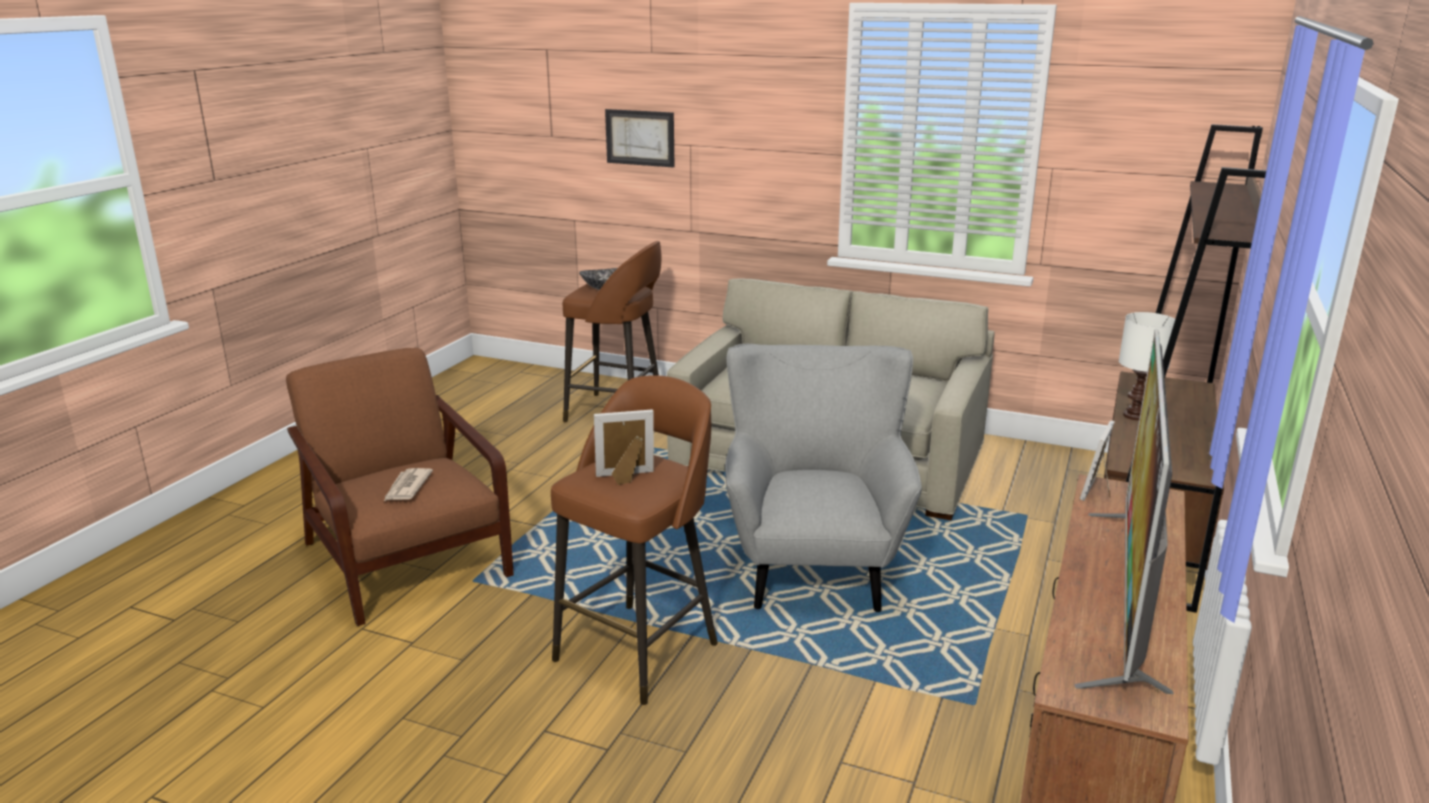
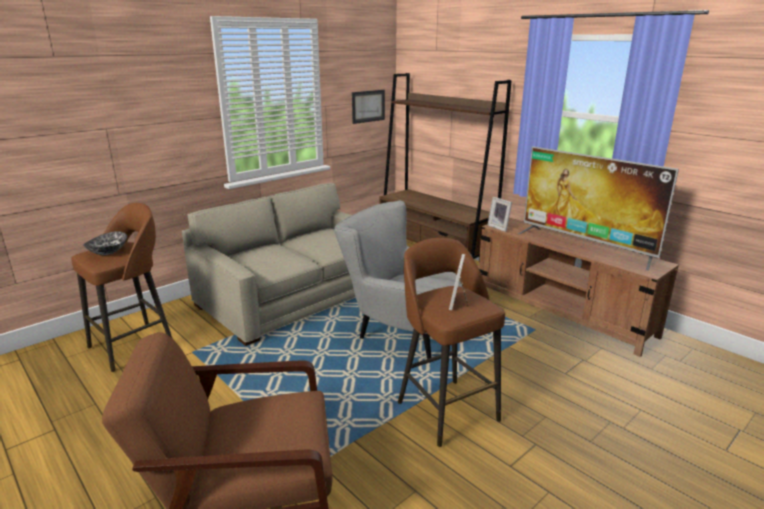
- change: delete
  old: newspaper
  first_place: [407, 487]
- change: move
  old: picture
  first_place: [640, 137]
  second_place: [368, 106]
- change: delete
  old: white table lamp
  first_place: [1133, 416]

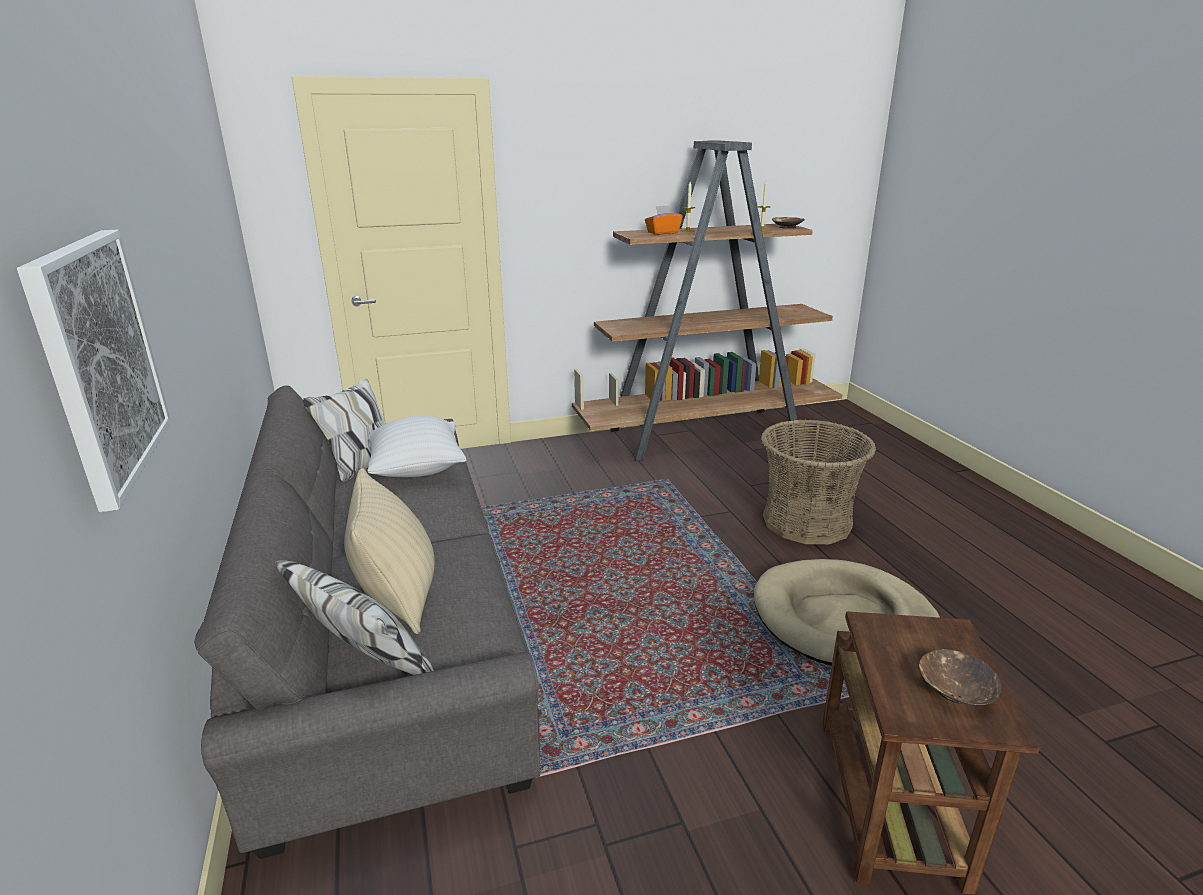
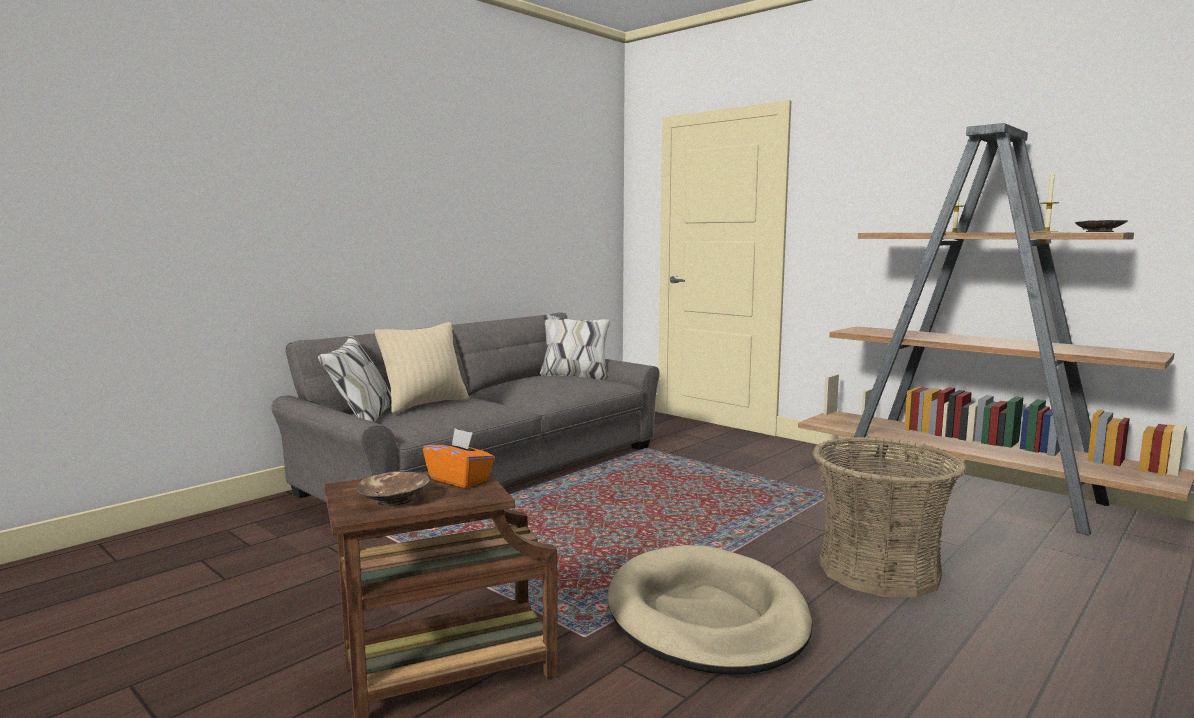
- change: delete
  old: picture
  first_place: [99, 361]
- change: delete
  old: white pillow
  first_place: [417, 470]
- change: move
  old: orange tissue box
  first_place: [662, 232]
  second_place: [460, 479]

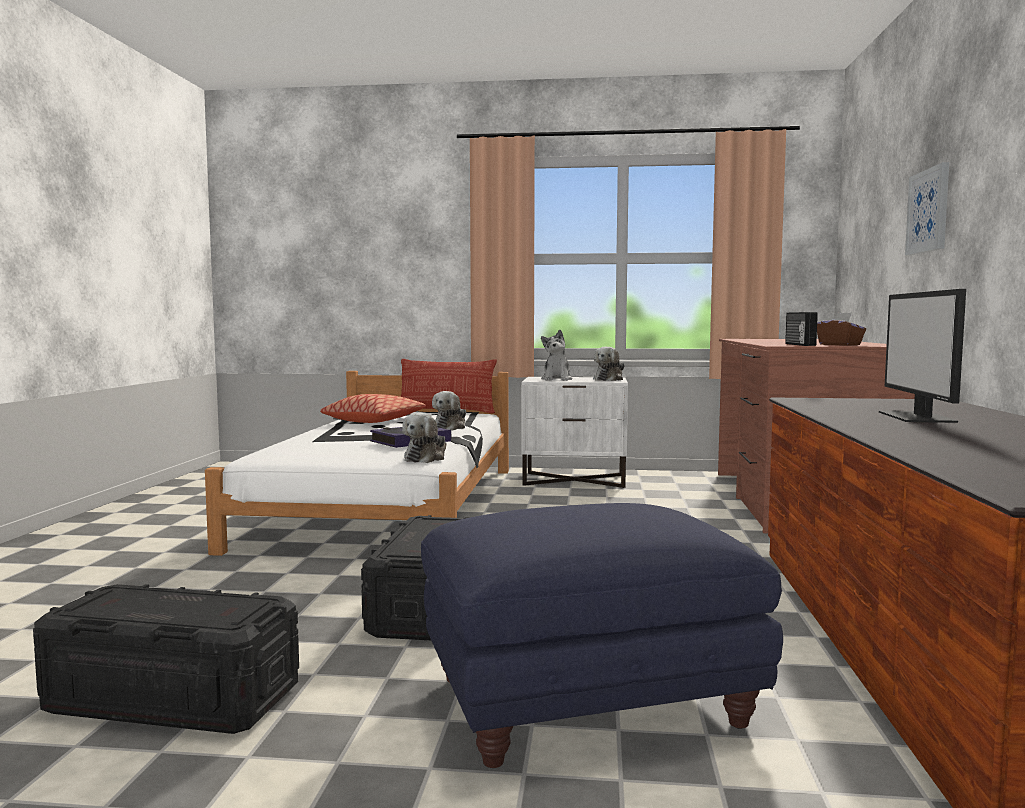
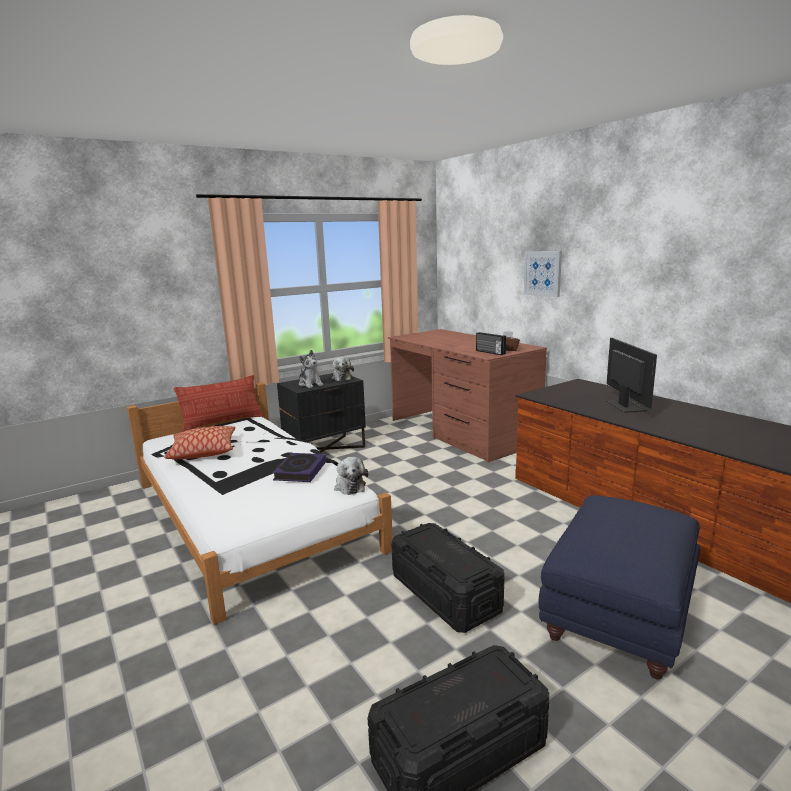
- change: delete
  old: plush toy
  first_place: [450, 427]
- change: recolor
  old: white nightstand
  new: black nightstand
  first_place: [575, 480]
  second_place: [325, 448]
- change: rotate
  old: monitor
  first_place: [918, 417]
  second_place: [624, 405]
  degrees: -150

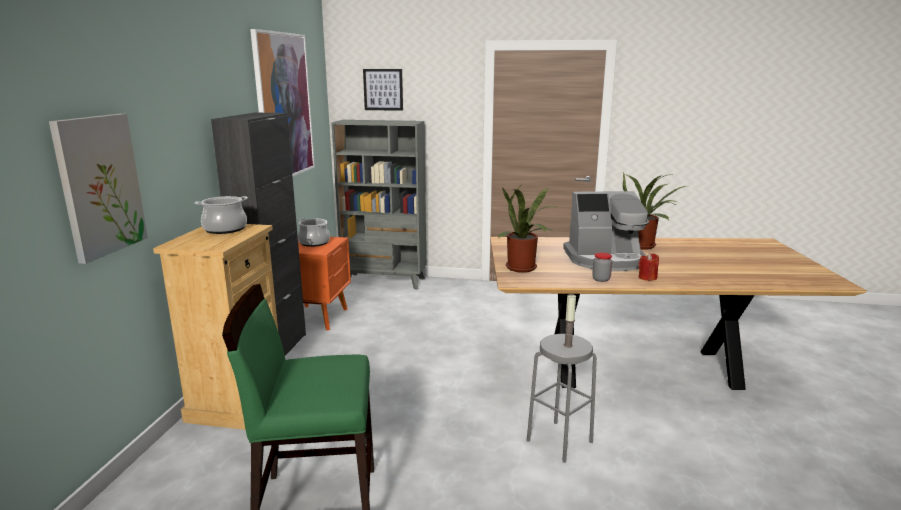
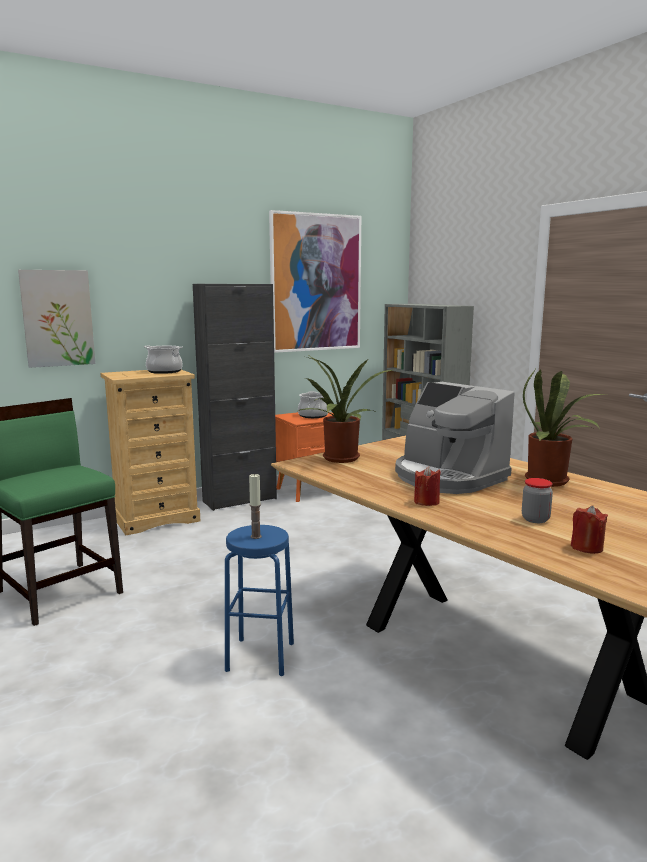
- change: delete
  old: picture
  first_place: [383, 89]
- change: recolor
  old: grey stool
  new: blue stool
  first_place: [559, 441]
  second_place: [260, 656]
- change: move
  old: jar
  first_place: [601, 279]
  second_place: [535, 519]
- change: insert
  new: red candle
  second_place: [586, 547]

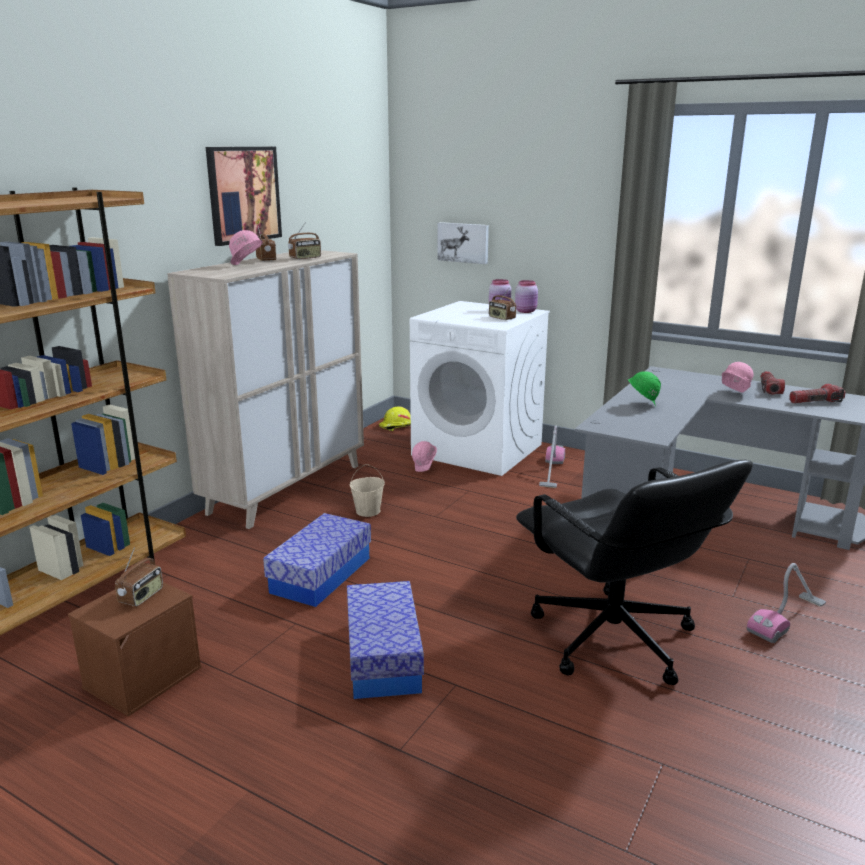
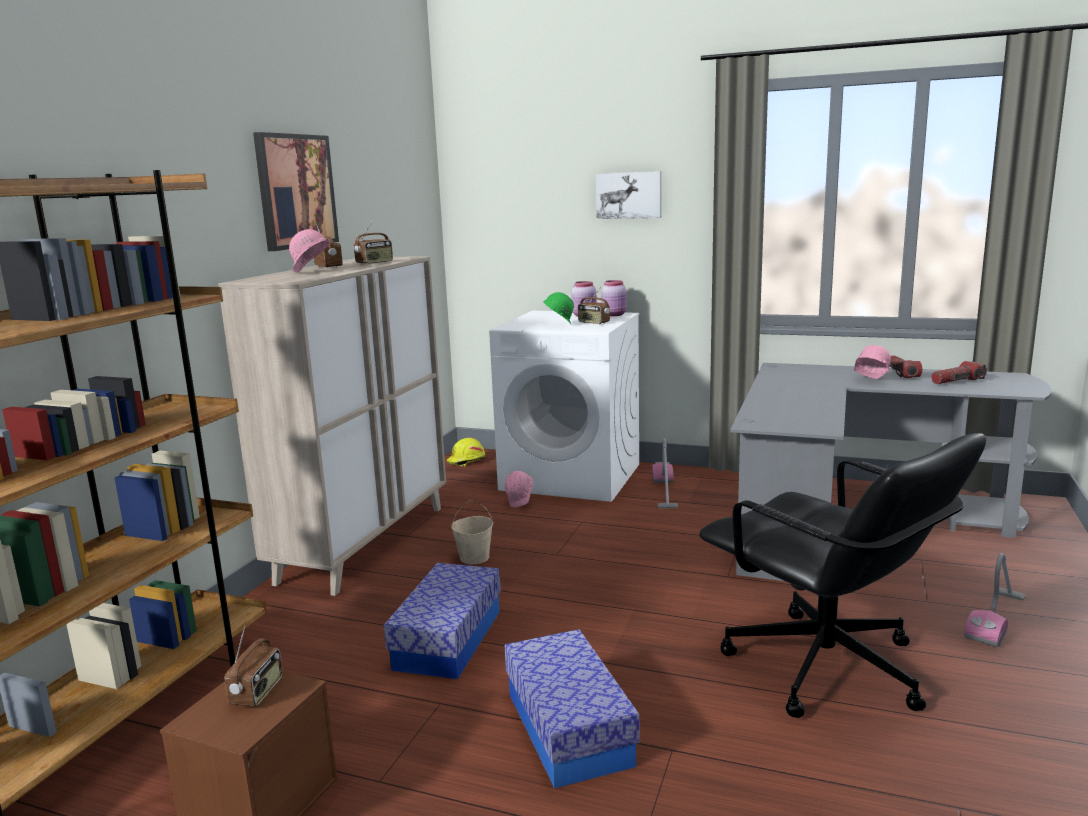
- change: move
  old: picture
  first_place: [463, 242]
  second_place: [629, 195]
- change: move
  old: green hard hat
  first_place: [641, 405]
  second_place: [558, 325]

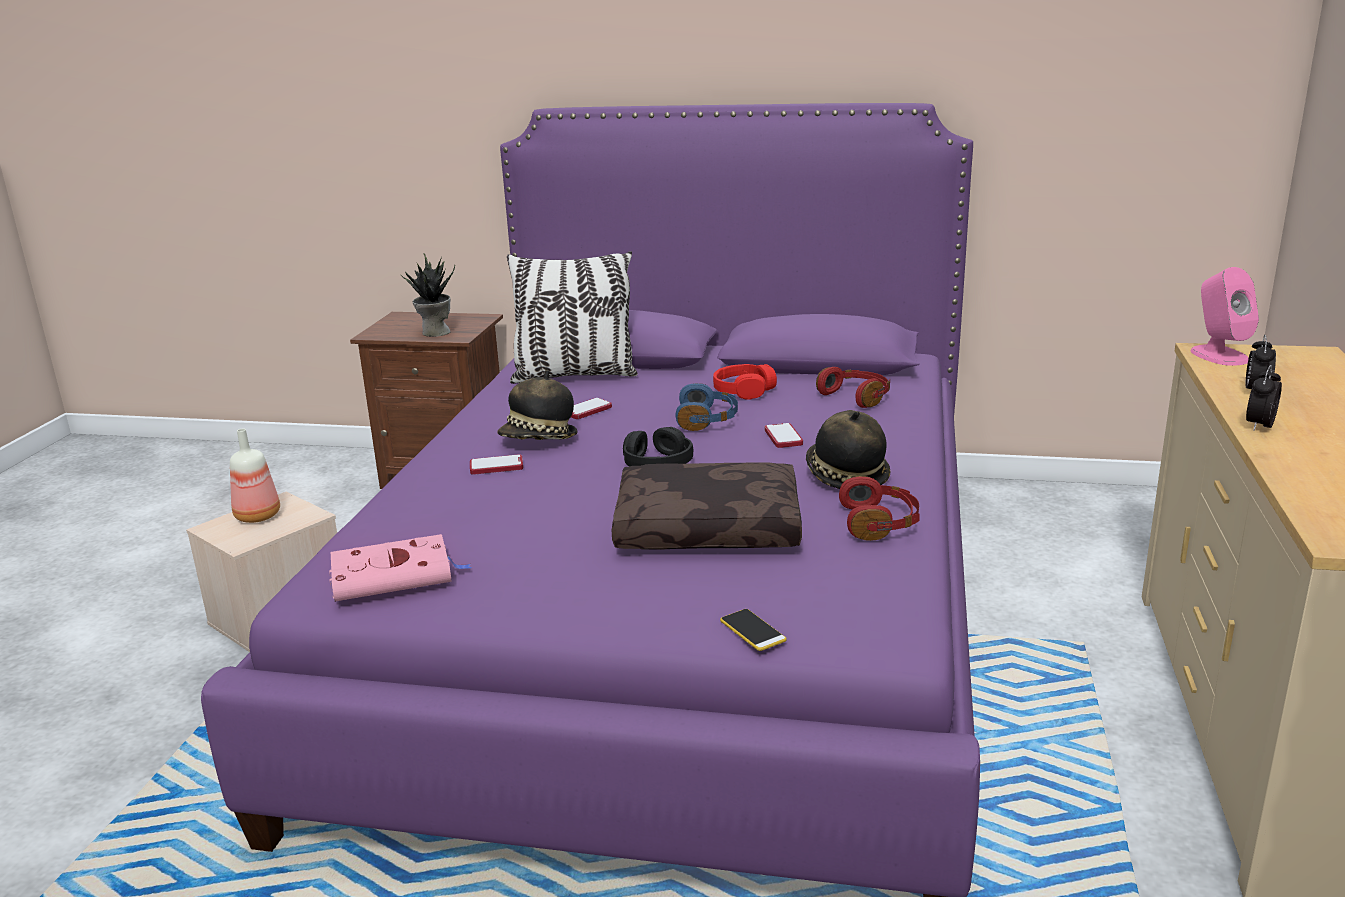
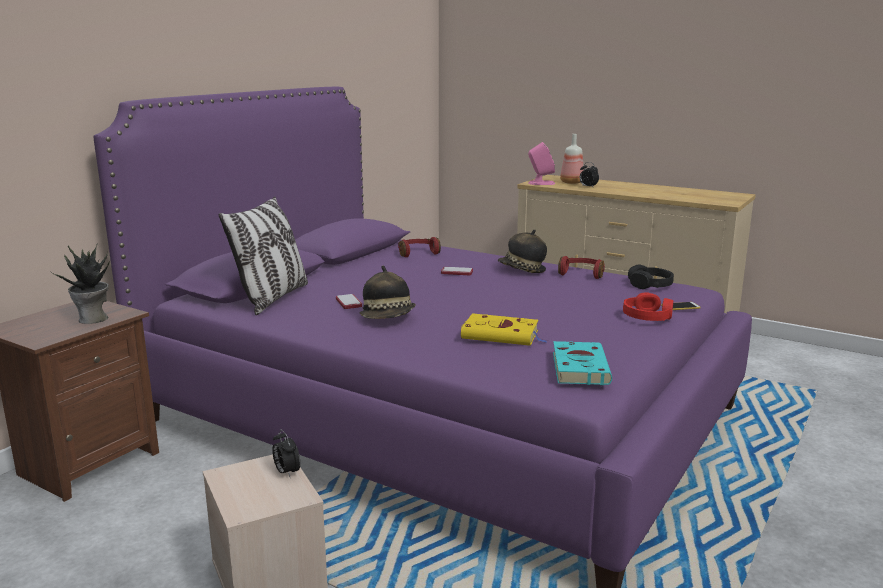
- change: move
  old: bottle
  first_place: [256, 516]
  second_place: [572, 182]
- change: recolor
  old: pink book
  new: turquoise book
  first_place: [395, 575]
  second_place: [579, 367]
- change: delete
  old: phone
  first_place: [496, 466]
- change: delete
  old: brown pillow
  first_place: [709, 526]
- change: move
  old: black headphones
  first_place: [657, 463]
  second_place: [650, 285]
- change: delete
  old: blue headphones
  first_place: [707, 420]
- change: move
  old: red headphones
  first_place: [744, 390]
  second_place: [647, 317]
- change: move
  old: alarm clock
  first_place: [1259, 426]
  second_place: [286, 472]
- change: insert
  new: yellow book
  second_place: [502, 335]

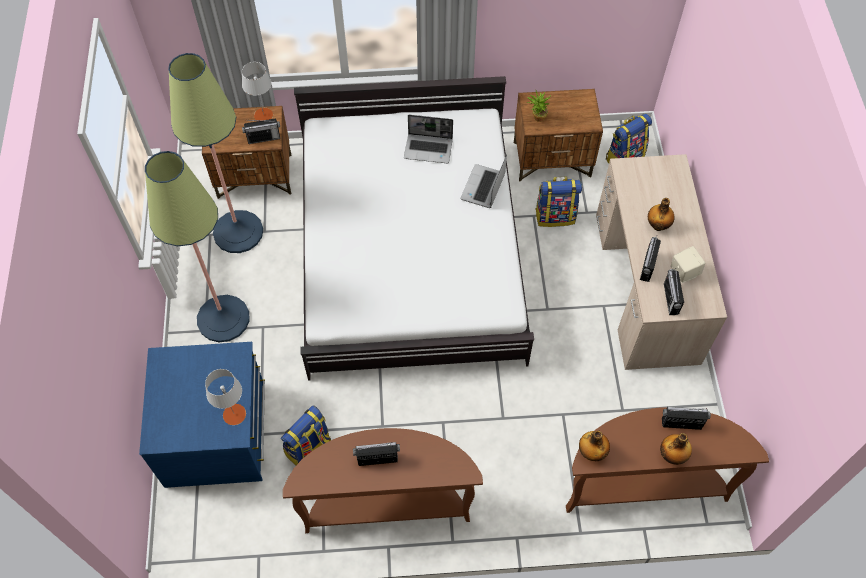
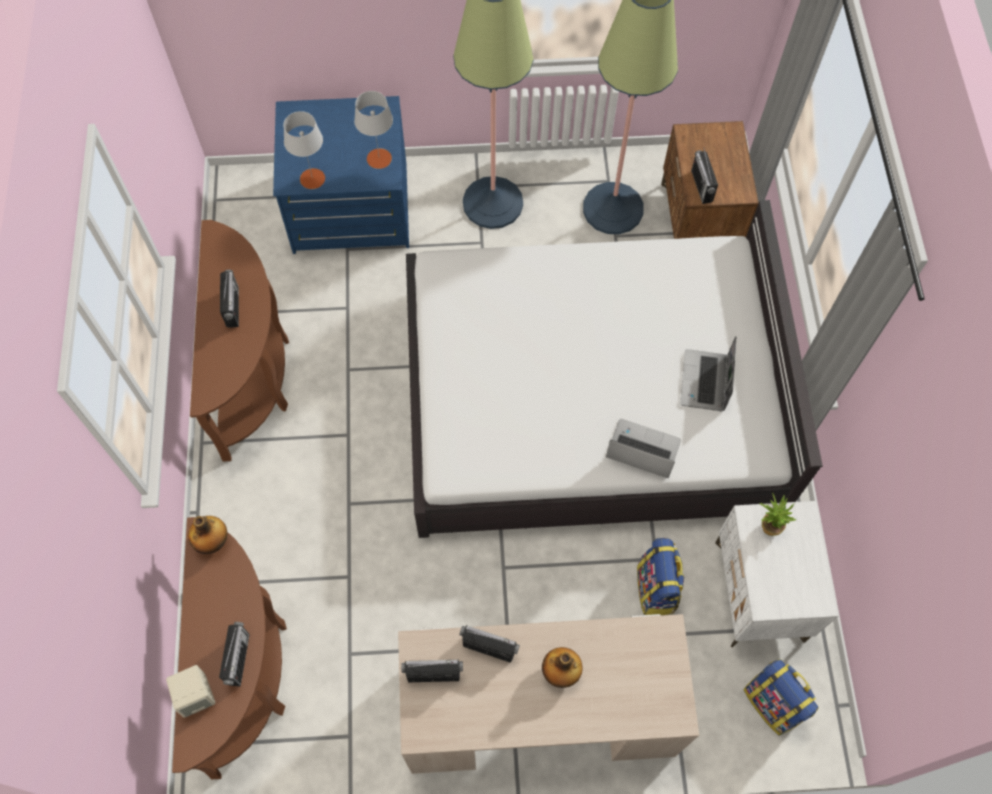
- change: move
  old: grey table lamp
  first_place: [263, 115]
  second_place: [379, 159]
- change: delete
  old: backpack
  first_place: [309, 449]
- change: recolor
  old: brown nightstand
  new: white nightstand
  first_place: [552, 159]
  second_place: [759, 592]
- change: delete
  old: bottle
  first_place: [672, 455]
- change: move
  old: beige speaker
  first_place: [683, 273]
  second_place: [196, 695]

